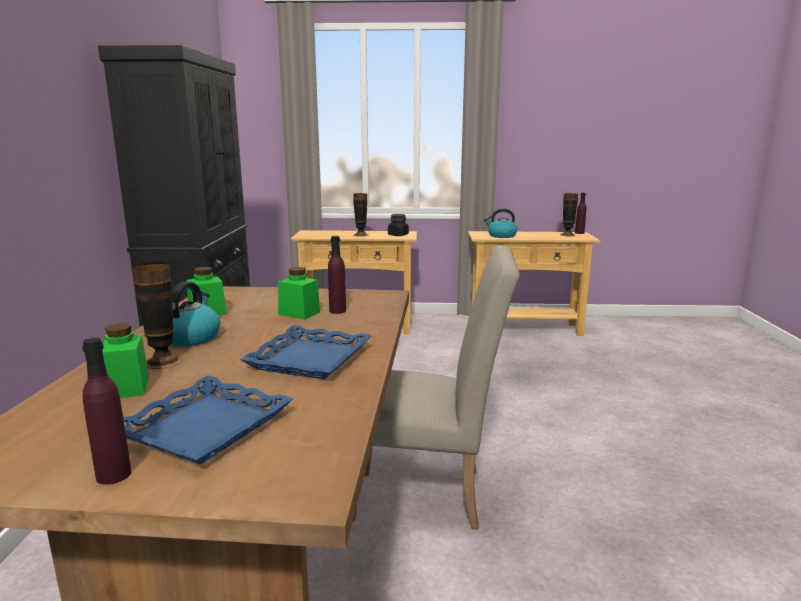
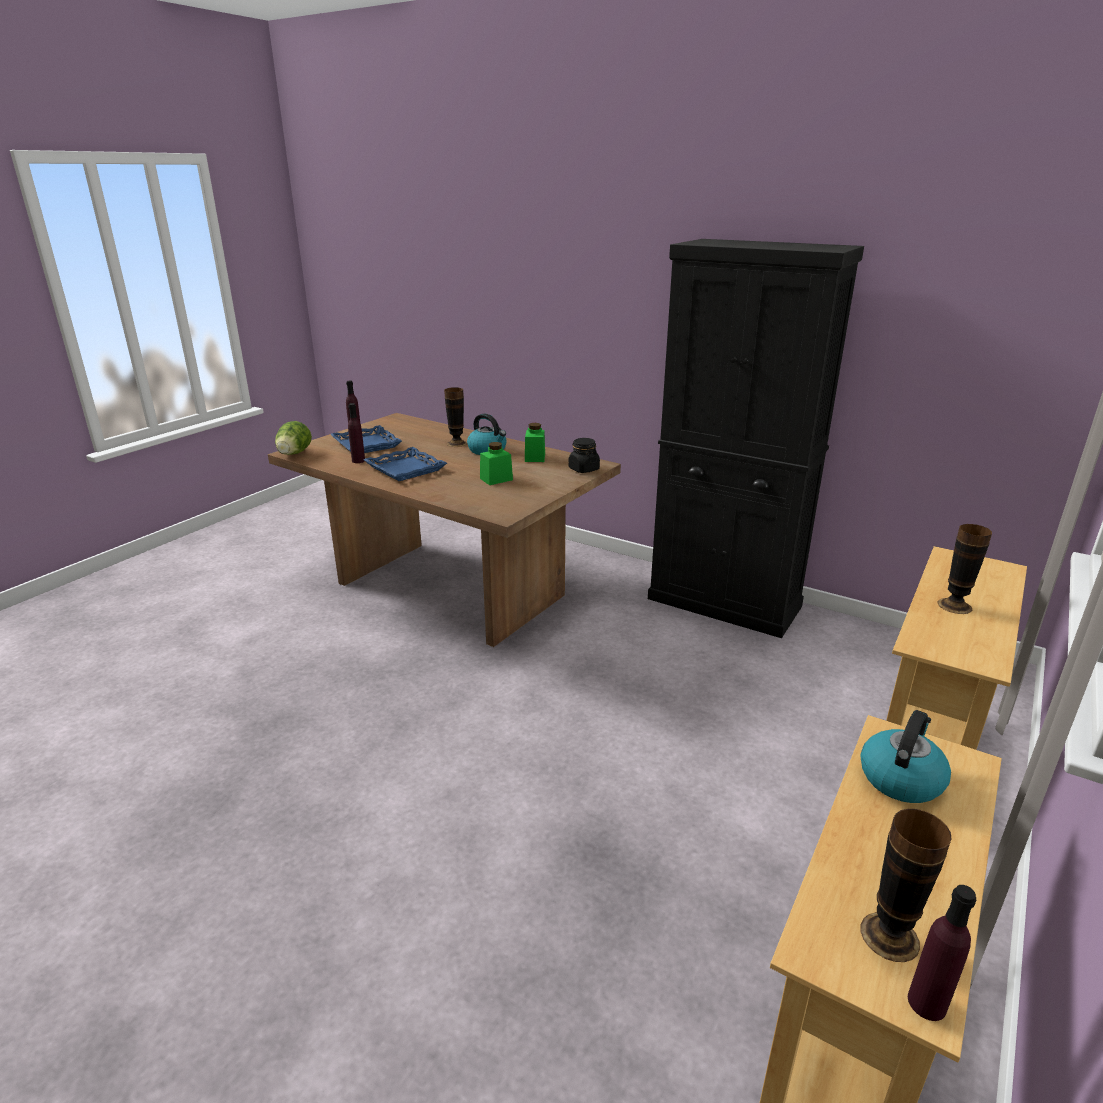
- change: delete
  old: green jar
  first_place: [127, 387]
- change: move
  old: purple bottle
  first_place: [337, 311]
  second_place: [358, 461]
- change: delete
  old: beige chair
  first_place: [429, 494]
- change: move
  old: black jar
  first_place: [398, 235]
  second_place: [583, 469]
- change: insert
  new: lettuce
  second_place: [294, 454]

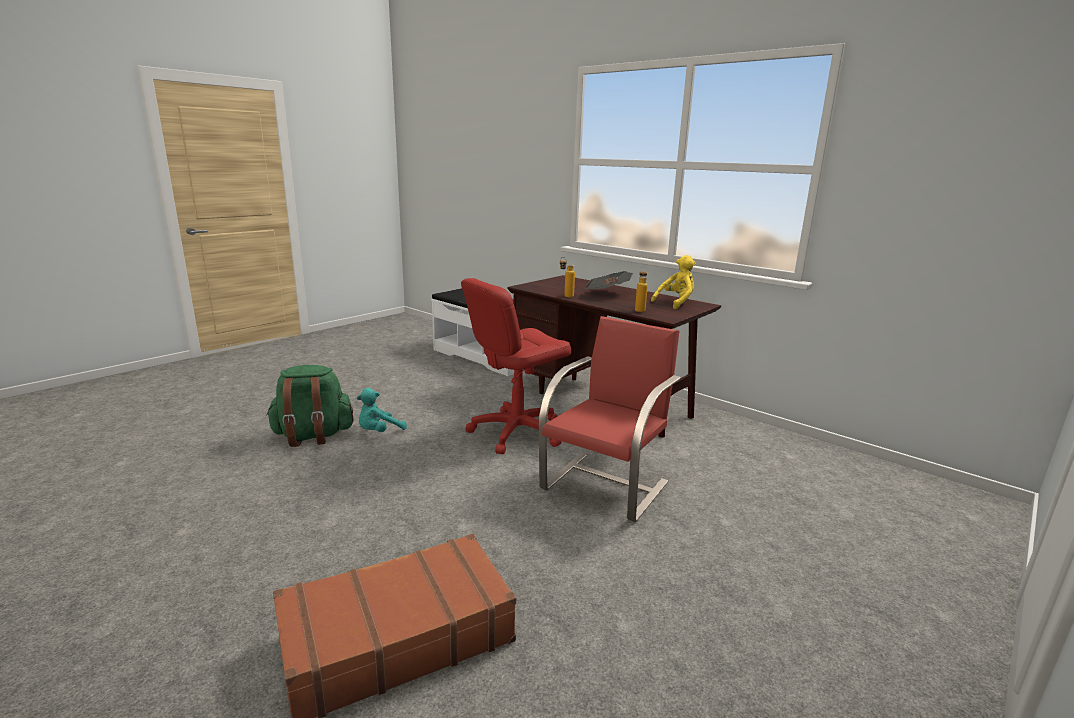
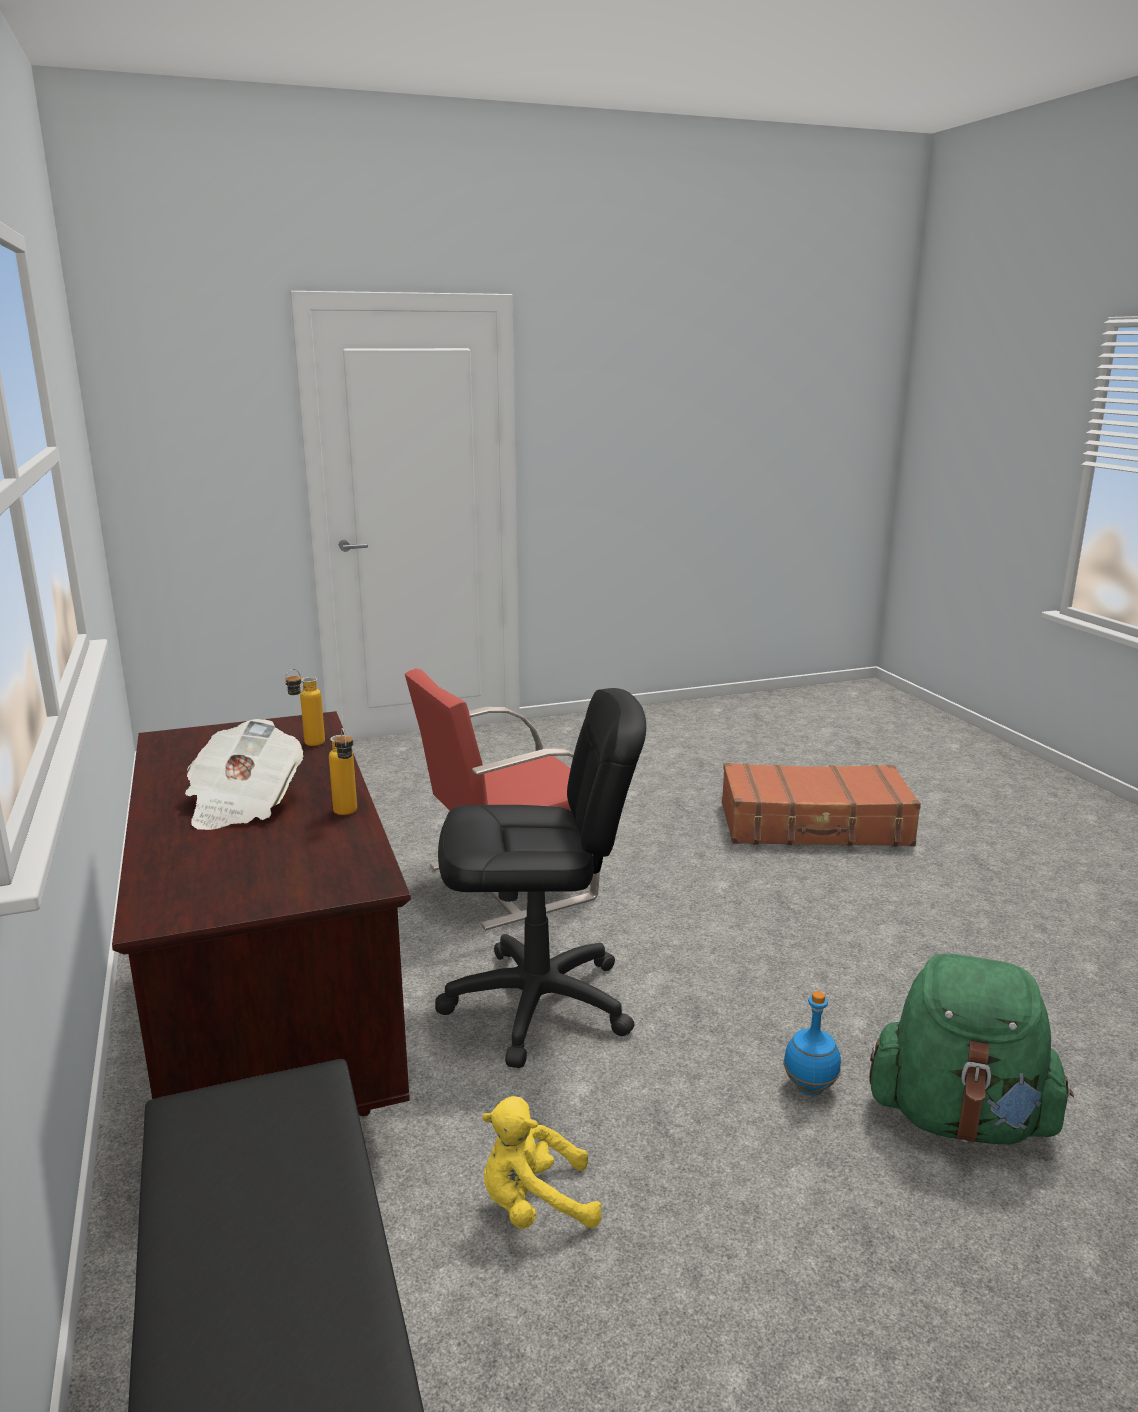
- change: replace
  old: turquoise plush toy
  new: blue bottle
  first_place: [379, 432]
  second_place: [810, 1088]
- change: recolor
  old: red office chair
  new: black office chair
  first_place: [516, 432]
  second_place: [538, 1004]
- change: move
  old: yellow plush toy
  first_place: [676, 303]
  second_place: [534, 1205]

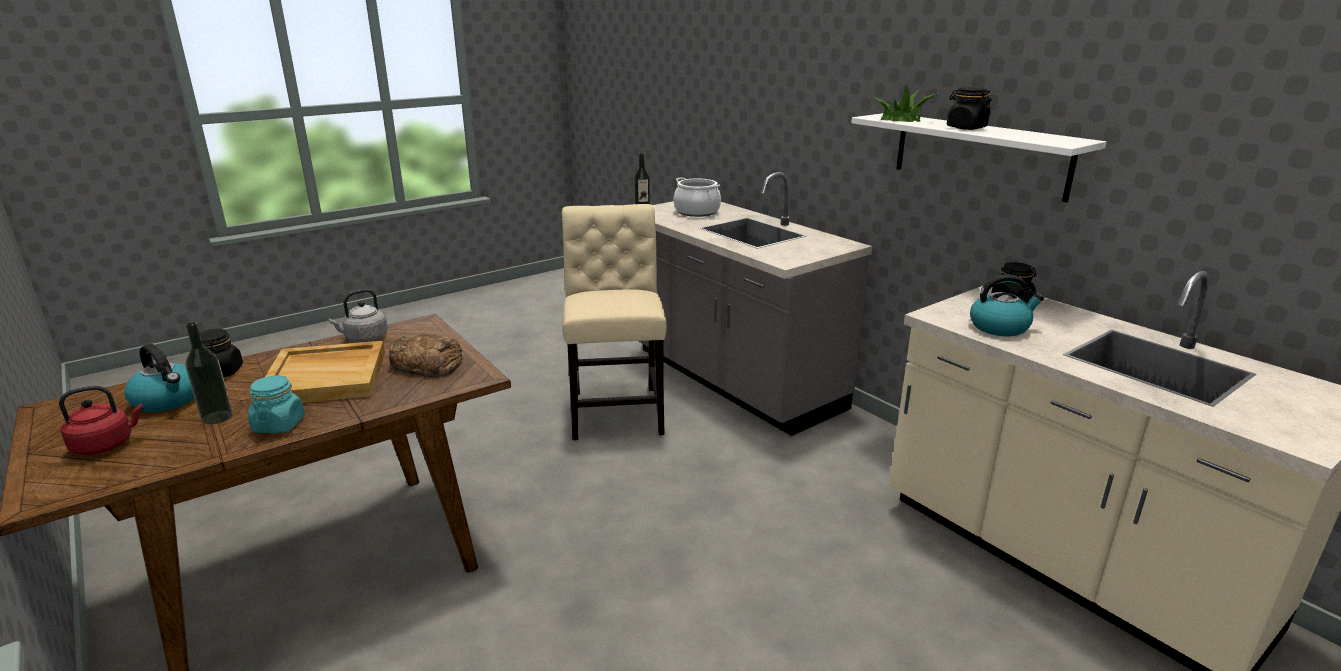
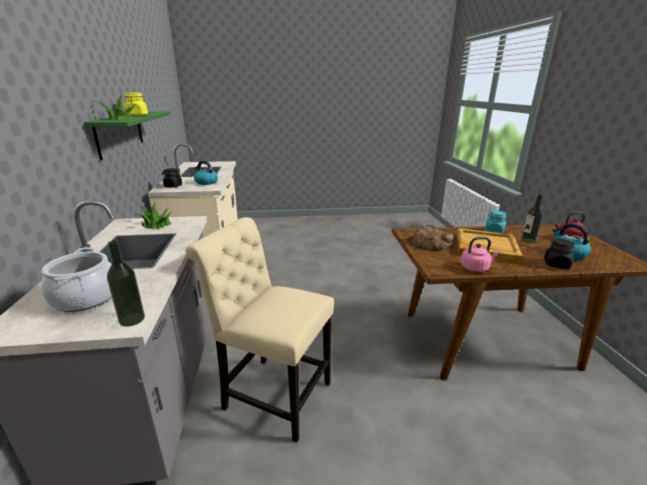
- change: recolor
  old: grey kettle
  new: pink kettle
  first_place: [364, 339]
  second_place: [475, 268]
- change: rotate
  old: beige chair
  first_place: [616, 409]
  second_place: [273, 393]
  degrees: 90
- change: recolor
  old: white shelf
  new: green shelf
  first_place: [979, 155]
  second_place: [120, 133]
- change: recolor
  old: black jar
  new: yellow jar
  first_place: [966, 128]
  second_place: [137, 115]
- change: insert
  new: potted plant
  second_place: [156, 224]

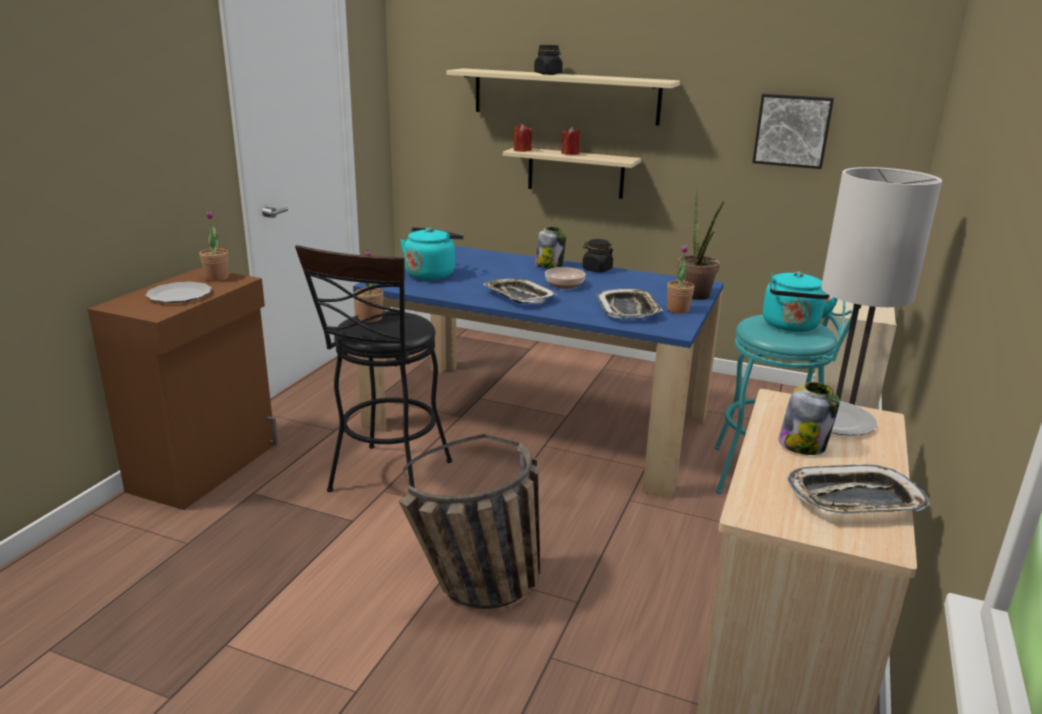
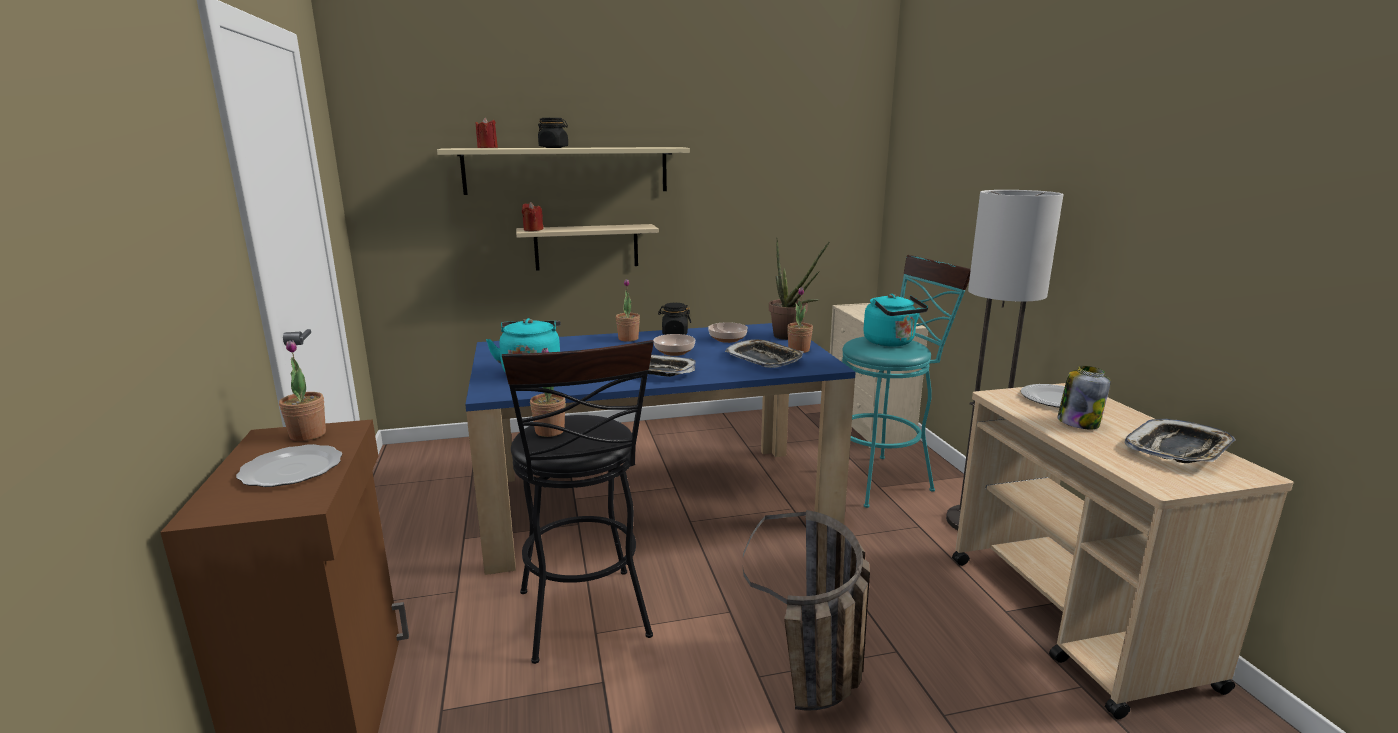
- change: replace
  old: jar
  new: potted plant
  first_place: [549, 265]
  second_place: [628, 339]
- change: move
  old: red candle
  first_place: [570, 153]
  second_place: [487, 148]
- change: delete
  old: picture
  first_place: [792, 130]
- change: insert
  new: bowl
  second_place: [727, 339]

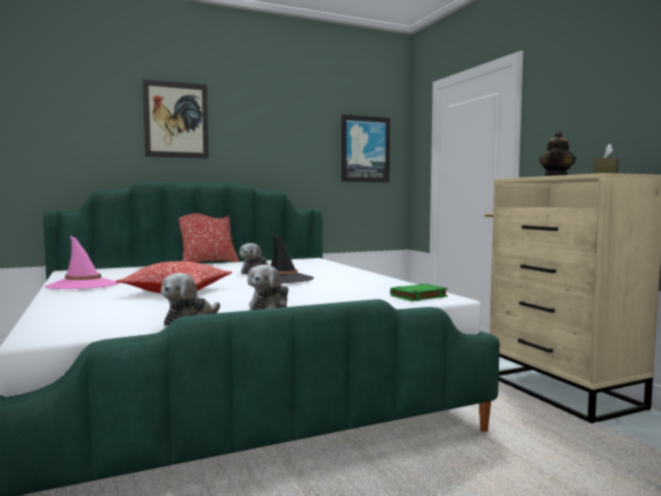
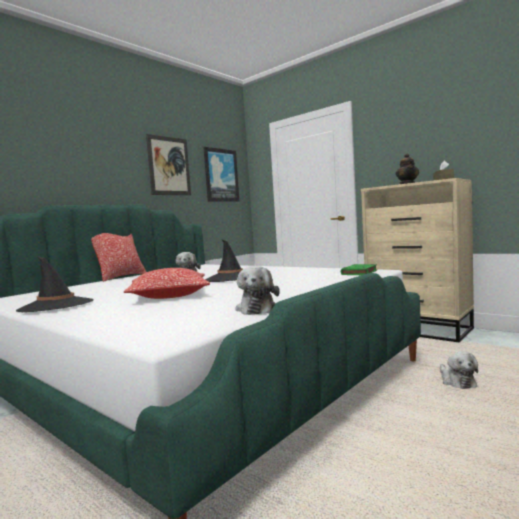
- change: recolor
  old: pink hat
  new: black hat
  first_place: [83, 286]
  second_place: [56, 306]
- change: move
  old: picture
  first_place: [176, 120]
  second_place: [169, 166]
- change: move
  old: plush toy
  first_place: [270, 307]
  second_place: [457, 381]

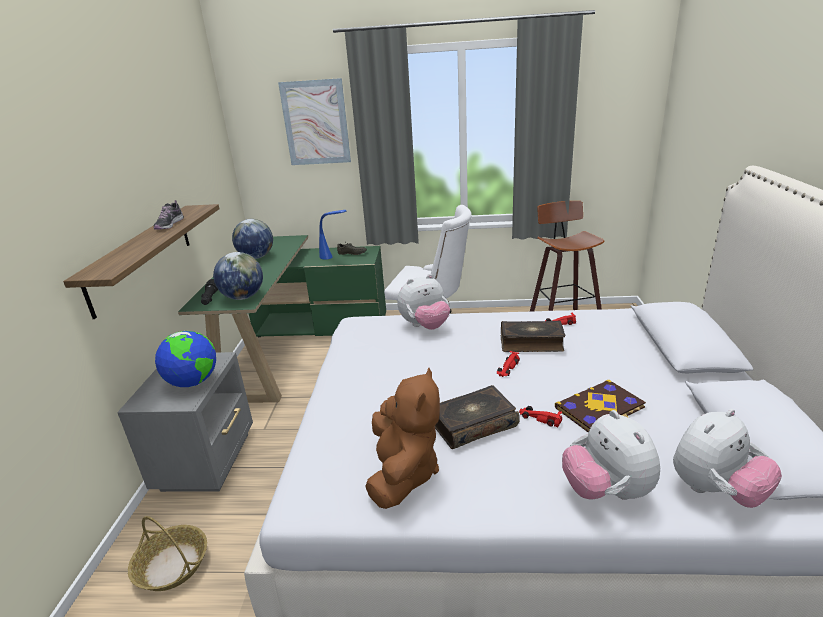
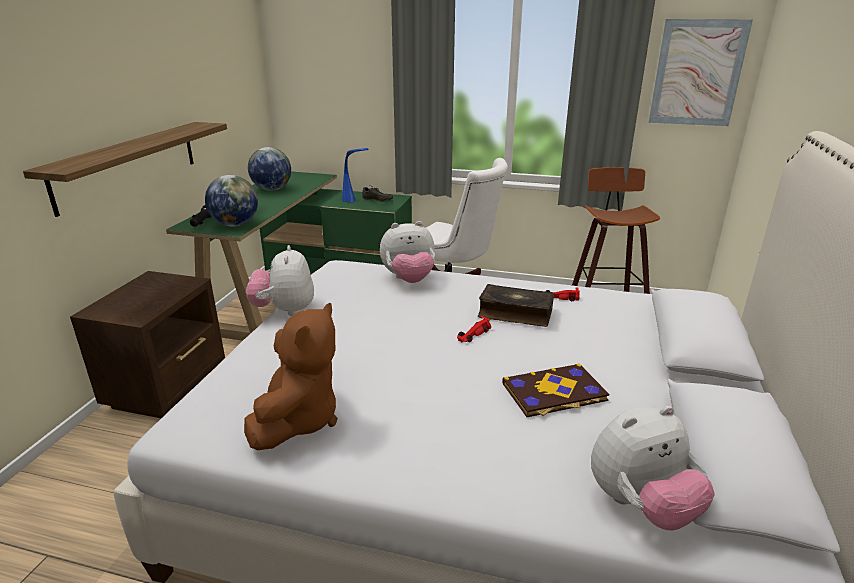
- change: recolor
  old: grey nightstand
  new: brown nightstand
  first_place: [208, 460]
  second_place: [169, 387]
- change: delete
  old: basket
  first_place: [172, 565]
- change: delete
  old: shoe
  first_place: [169, 225]
- change: delete
  old: globe
  first_place: [193, 382]
- change: move
  old: picture
  first_place: [316, 123]
  second_place: [697, 73]
- change: delete
  old: book
  first_place: [473, 425]
- change: delete
  old: red toy car
  first_place: [539, 418]
- change: move
  old: plush toy
  first_place: [606, 491]
  second_place: [284, 311]

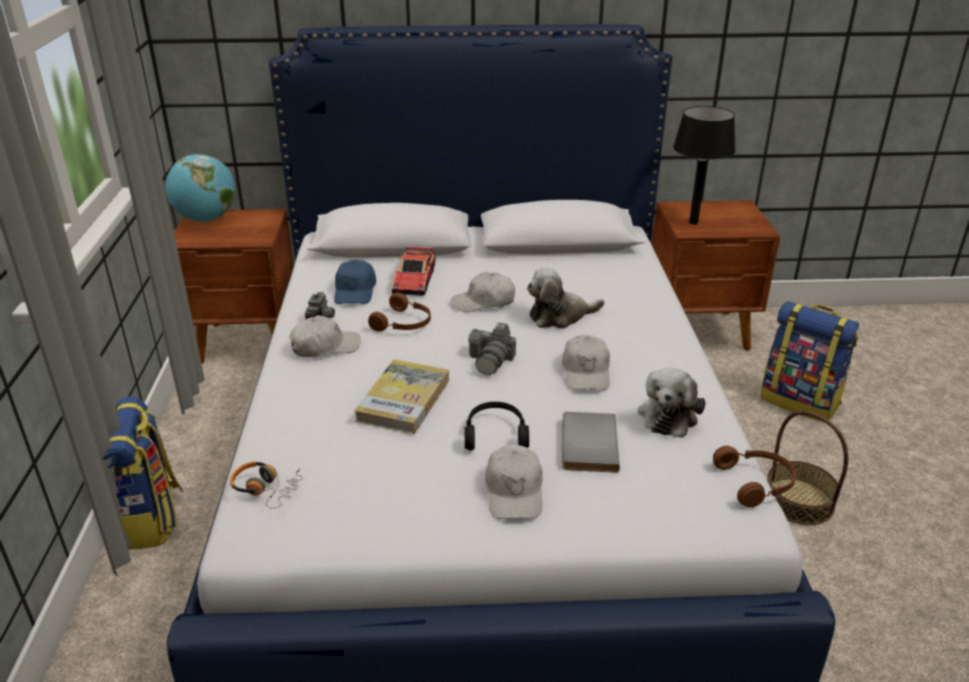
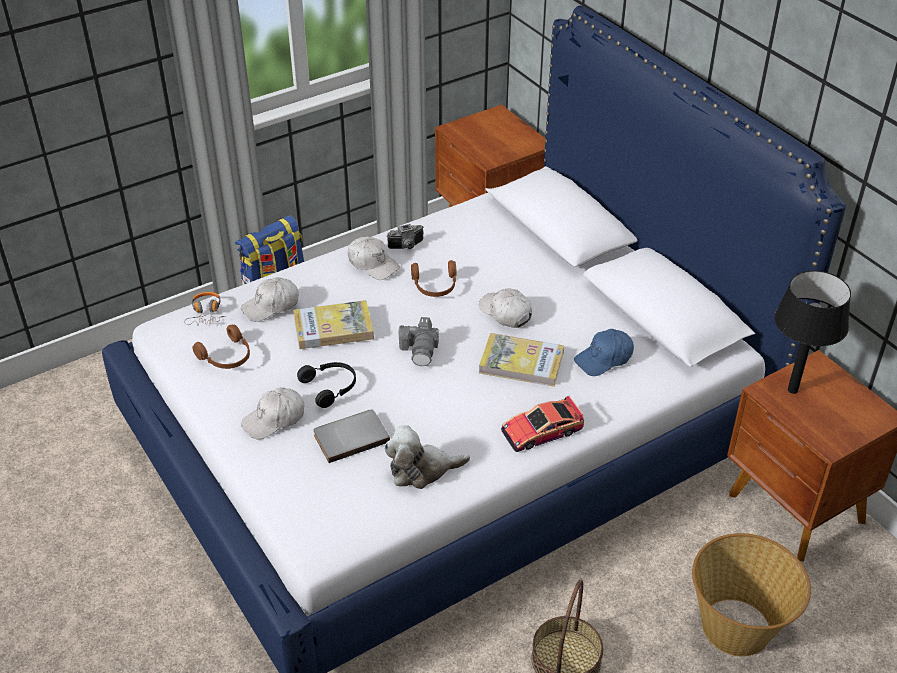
- change: delete
  old: globe
  first_place: [206, 219]
- change: move
  old: blue cap
  first_place: [355, 291]
  second_place: [604, 359]
- change: move
  old: toy car
  first_place: [414, 280]
  second_place: [541, 431]
- change: rotate
  old: photo camera
  first_place: [492, 360]
  second_place: [420, 350]
  degrees: -75
- change: replace
  old: plush toy
  new: book
  first_place: [560, 316]
  second_place: [521, 363]
- change: move
  old: white cap
  first_place: [586, 372]
  second_place: [271, 306]
- change: move
  old: brown headphones
  first_place: [756, 482]
  second_place: [227, 357]
- change: replace
  old: backpack
  new: basket
  first_place: [800, 401]
  second_place: [737, 627]

